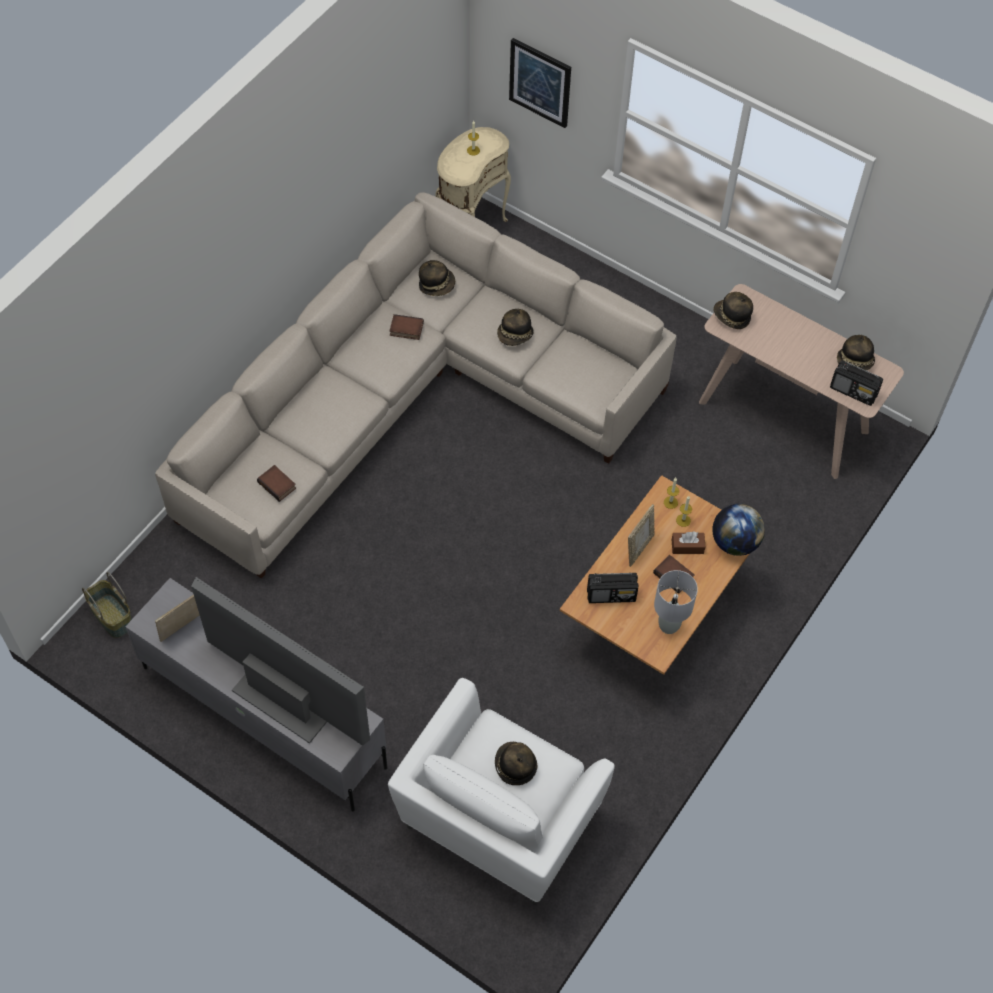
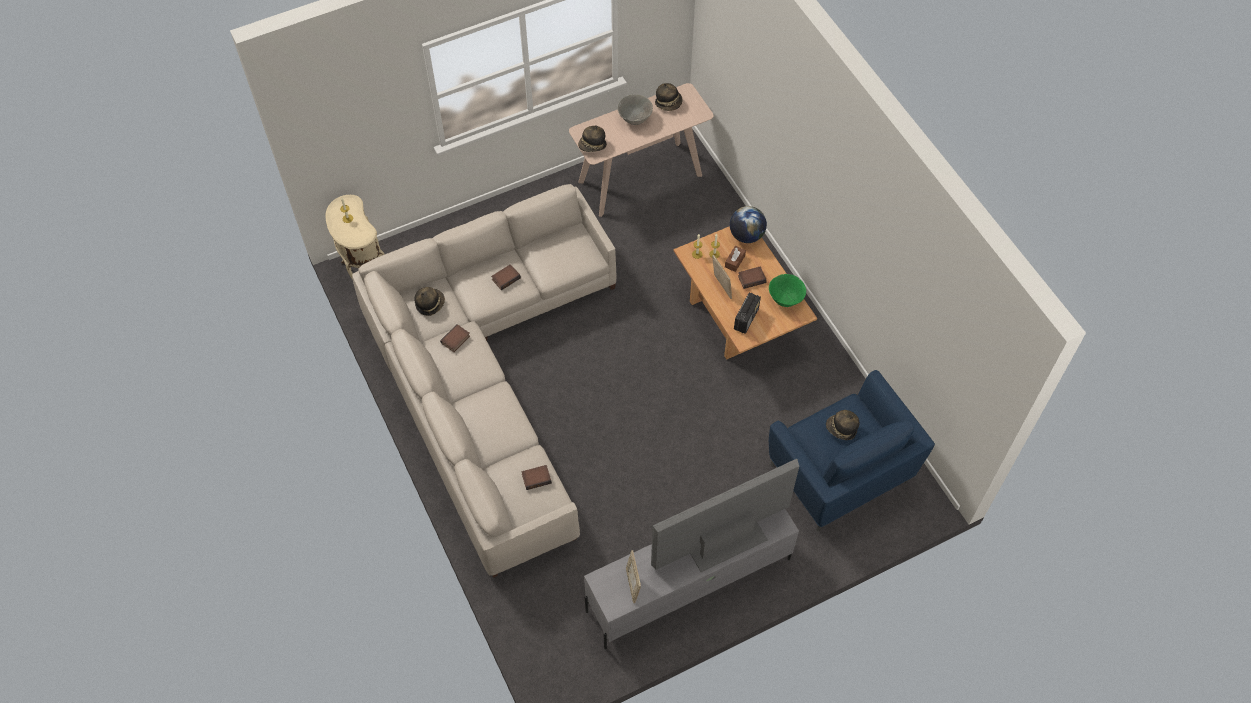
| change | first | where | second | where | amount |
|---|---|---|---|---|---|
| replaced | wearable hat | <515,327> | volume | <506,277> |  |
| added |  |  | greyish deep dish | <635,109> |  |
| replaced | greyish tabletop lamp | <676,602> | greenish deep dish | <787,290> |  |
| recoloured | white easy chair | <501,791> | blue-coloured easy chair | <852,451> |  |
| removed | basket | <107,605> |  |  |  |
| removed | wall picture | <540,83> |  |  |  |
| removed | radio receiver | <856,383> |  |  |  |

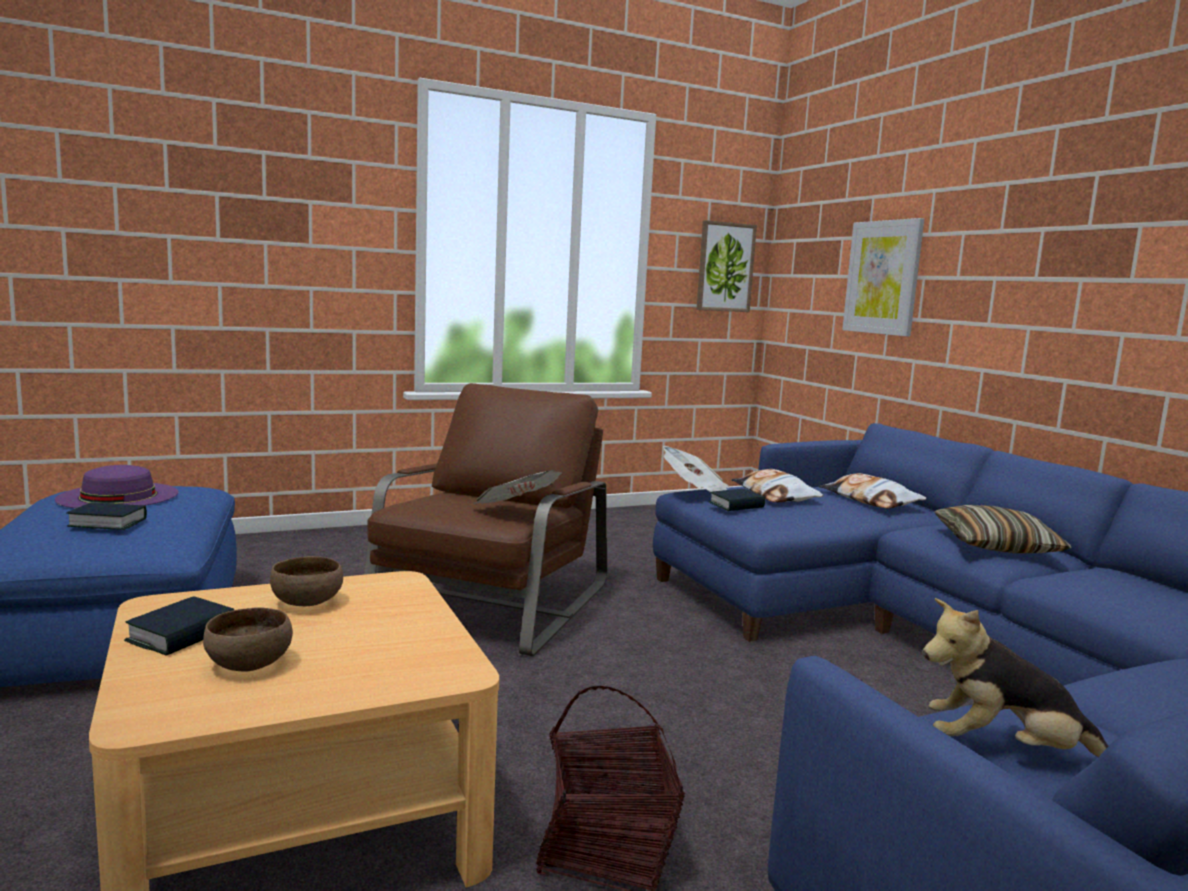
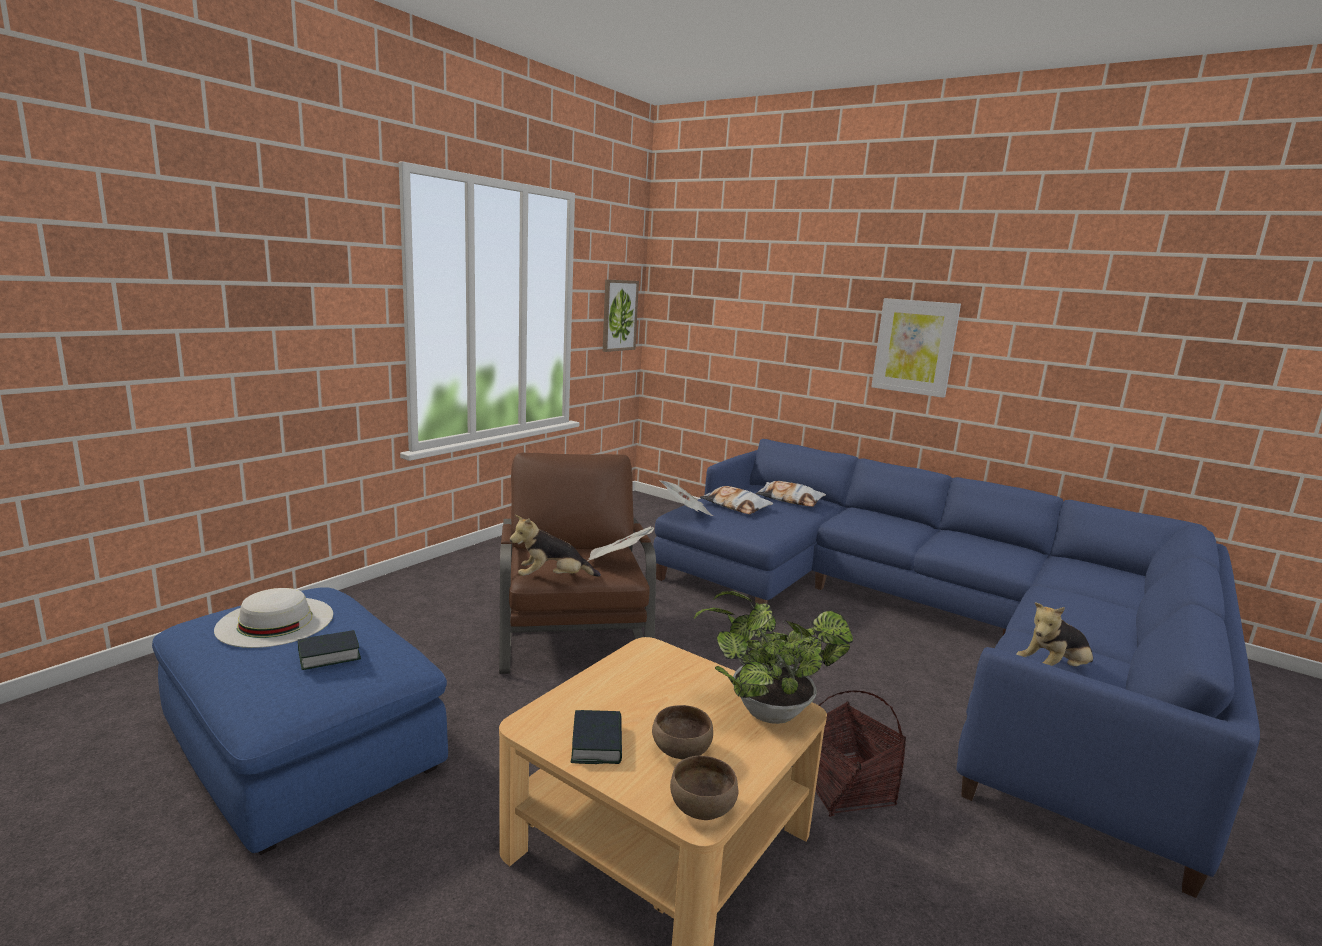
| change | first | where | second | where | amount |
|---|---|---|---|---|---|
| recoloured | purple-coloured wearable hat | <116,486> | white wearable hat | <273,618> |  |
| added |  |  | cuddly toy | <555,546> |  |
| moved | brown-coloured deep dish | <306,581> |  | <704,788> |  |
| added |  |  | houseplant | <773,657> |  |
| moved | wall picture | <883,277> |  | <916,348> |  |
| removed | volume | <737,500> |  |  |  |
| removed | pillow | <1002,529> |  |  |  |

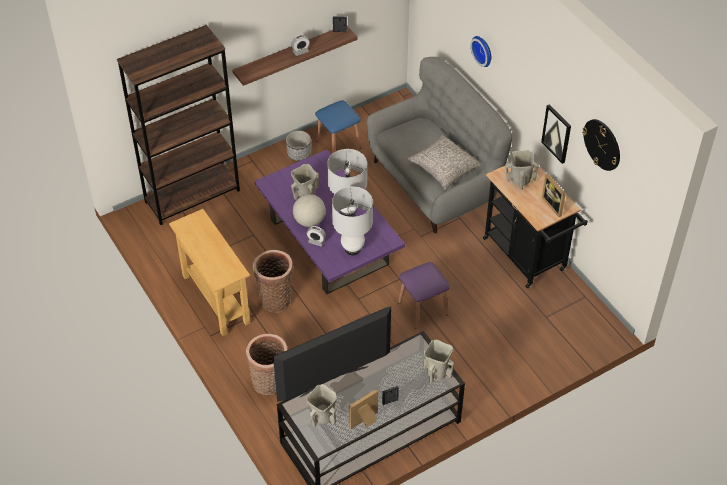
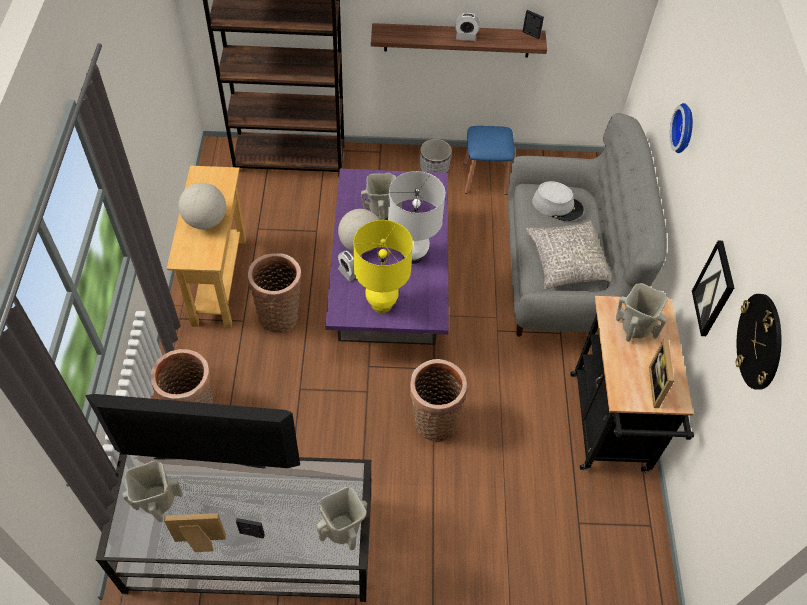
| change | first | where | second | where | amount |
|---|---|---|---|---|---|
| added |  |  | globe | <202,206> |  |
| recoloured | white tabletop lamp | <352,221> | yellowish tabletop lamp | <383,266> |  |
| replaced | purple-coloured sitting stool | <424,295> | basket | <438,400> |  |
| added |  |  | greyish wearable hat | <558,201> |  |

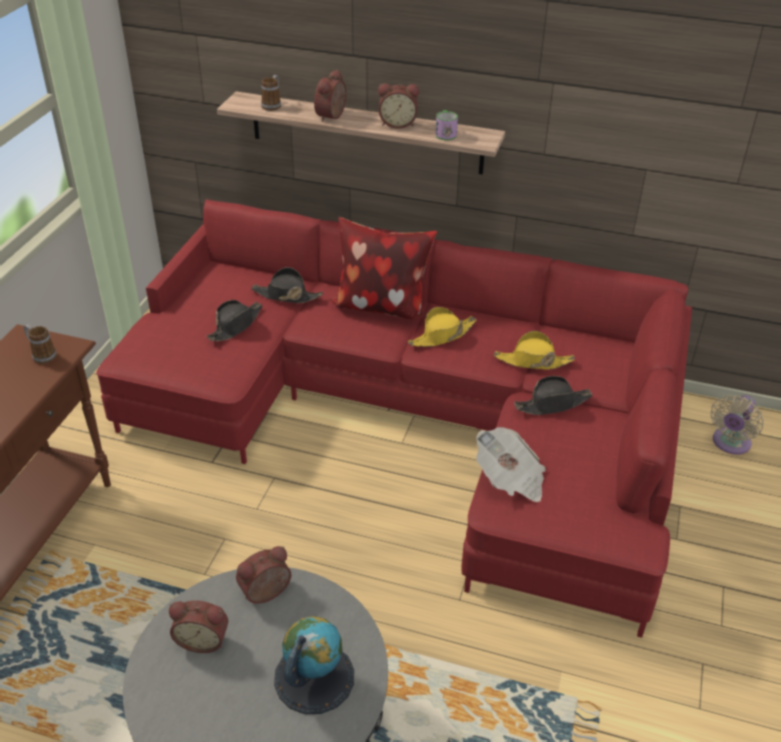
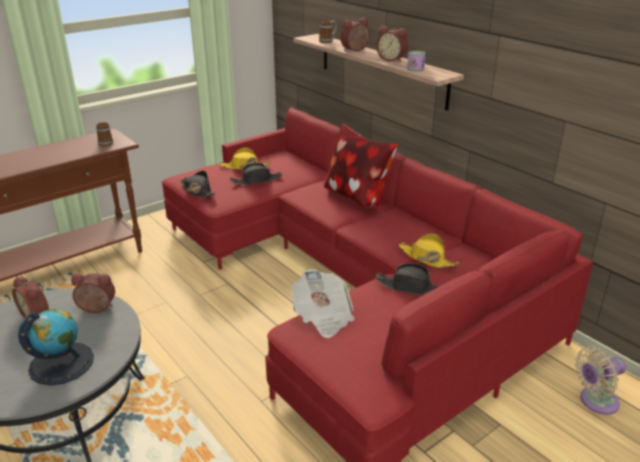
| change | first | where | second | where | amount |
|---|---|---|---|---|---|
| moved | black-coloured wearable hat | <287,285> |  | <198,184> |  |
| moved | yellowish wearable hat | <442,327> |  | <244,158> |  |

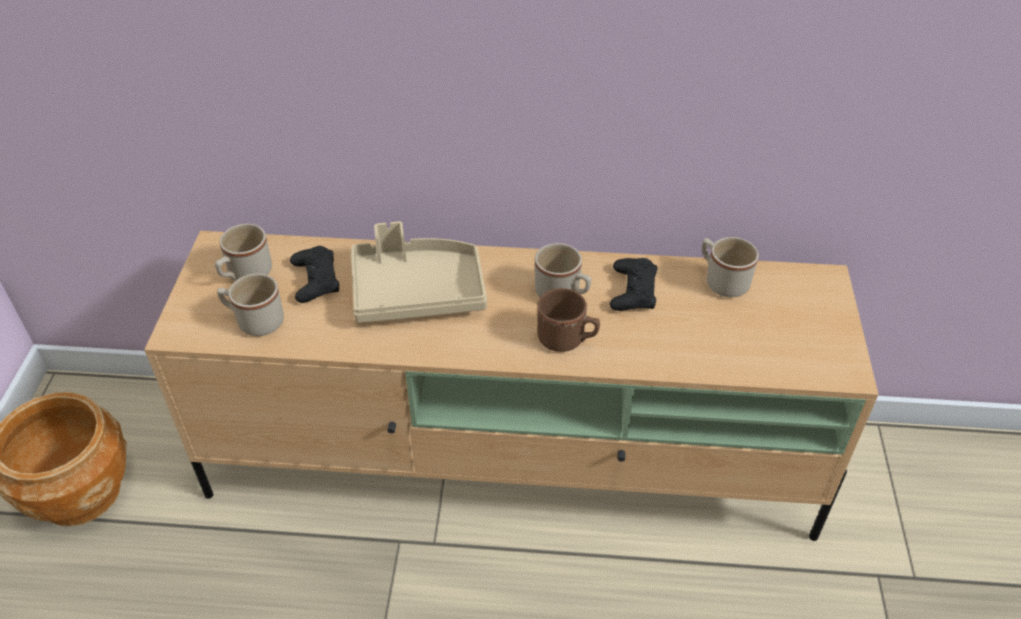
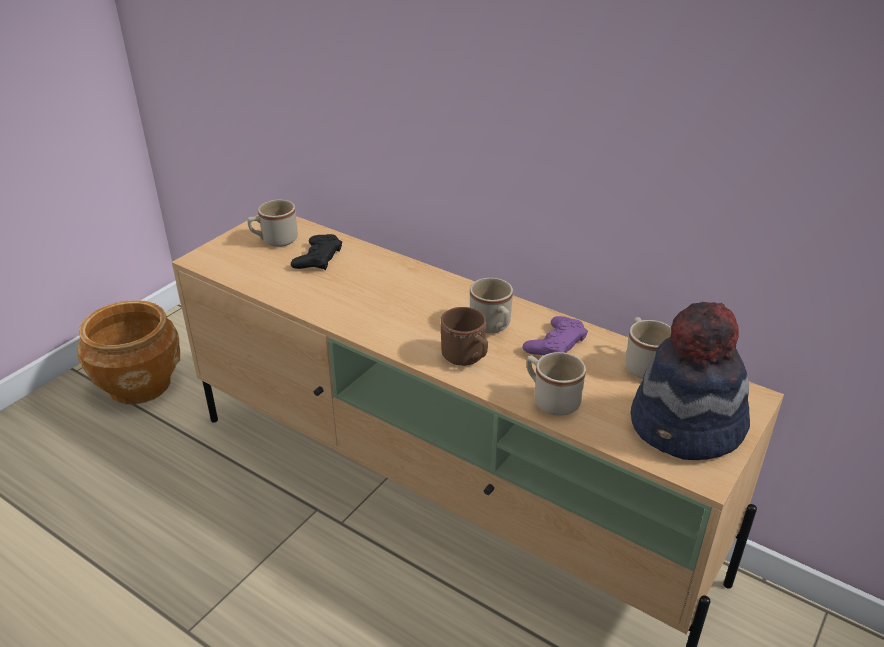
| change | first | where | second | where | amount |
|---|---|---|---|---|---|
| recoloured | black-coloured joypad | <633,284> | purple-coloured joypad | <555,335> |  |
| moved | beige mug | <250,305> |  | <556,384> |  |
| added |  |  | wearable hat | <690,381> |  |
| removed | beige tray | <419,272> |  |  |  |

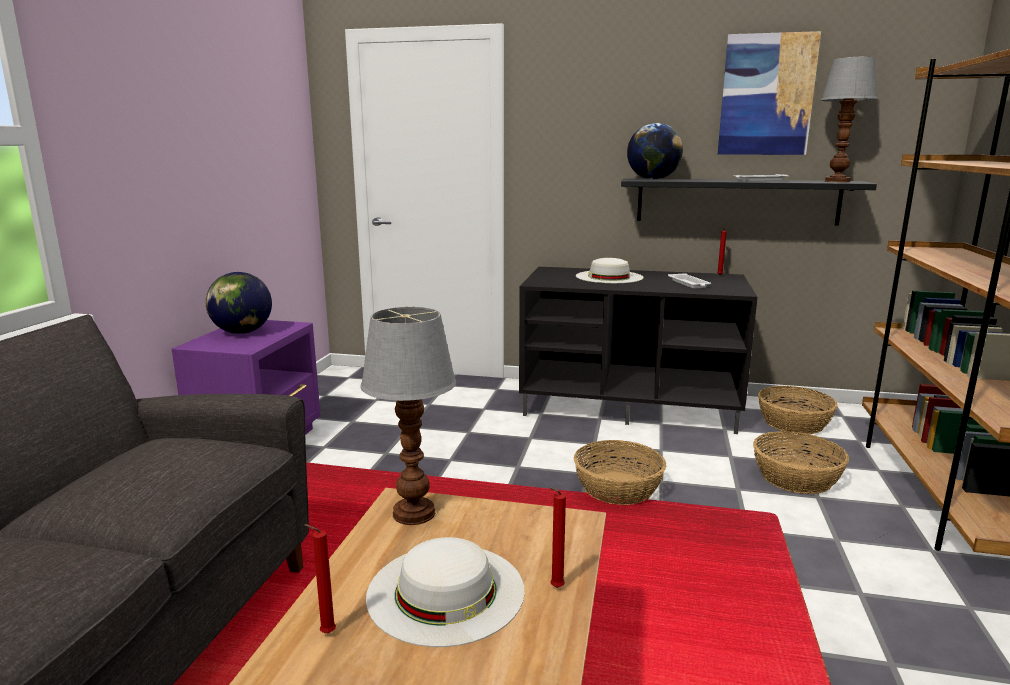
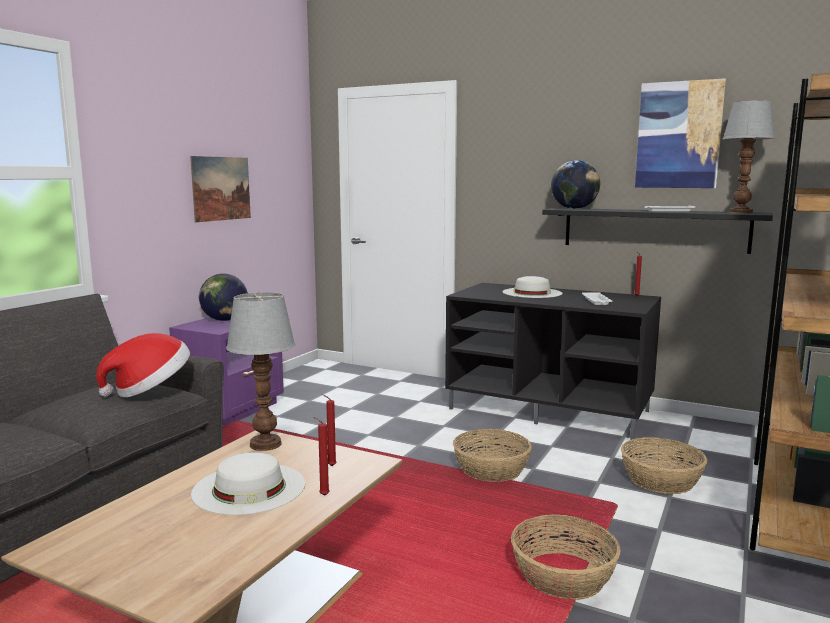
| change | first | where | second | where | amount |
|---|---|---|---|---|---|
| added |  |  | wearable hat | <143,365> |  |
| added |  |  | wall picture | <220,189> |  |
| moved | reddish wax light | <320,578> |  | <329,430> |  |
| moved | basket | <798,410> |  | <566,557> |  |

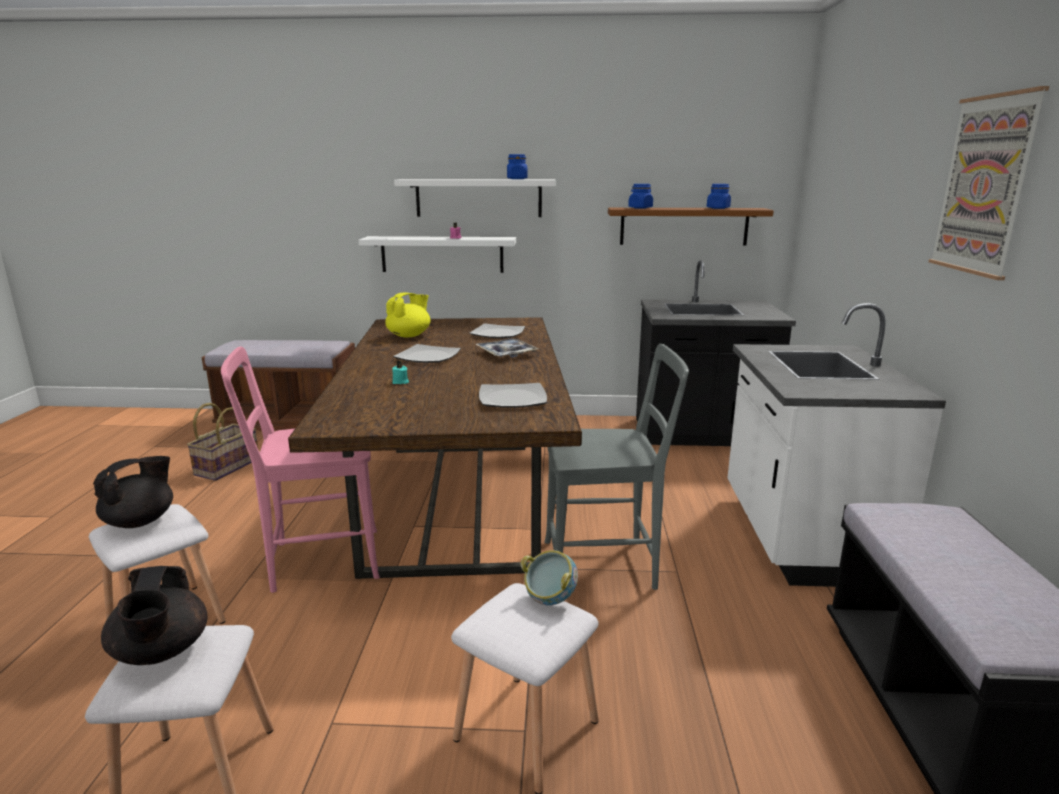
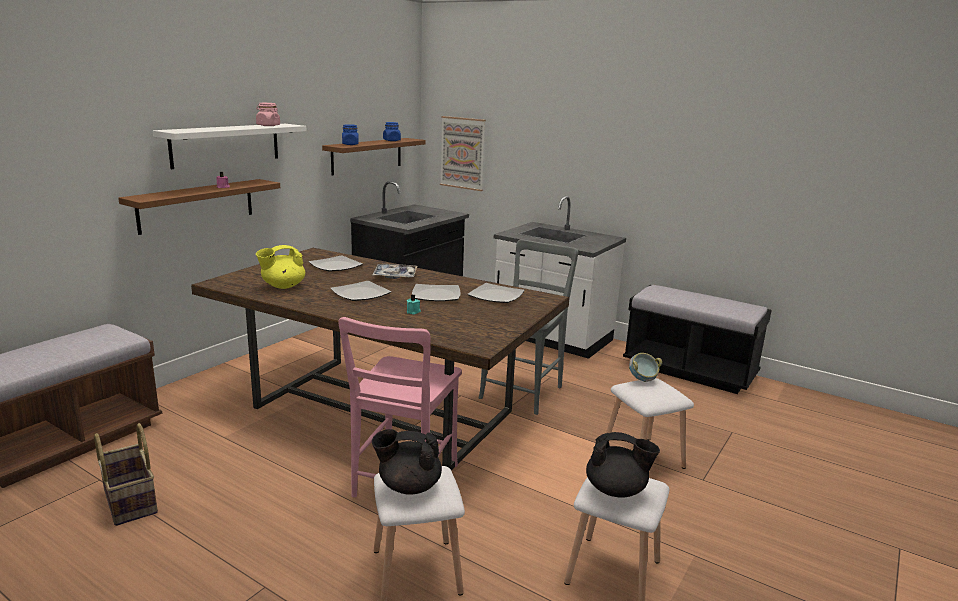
| change | first | where | second | where | amount |
|---|---|---|---|---|---|
| recoloured | white shelf | <437,254> | brown-coloured shelf | <199,207> |  |
| recoloured | blue-coloured jar | <517,166> | pinkish jar | <268,114> |  |
| turned | yellowish tea pot | <407,315> |  | <280,267> | 105 degrees counterclockwise |
| turned | black-coloured tea pot | <133,492> |  | <407,462> | 60 degrees counterclockwise |
| added |  |  | plate | <436,292> |  |
| moved | wall picture | <989,183> |  | <463,153> |  |

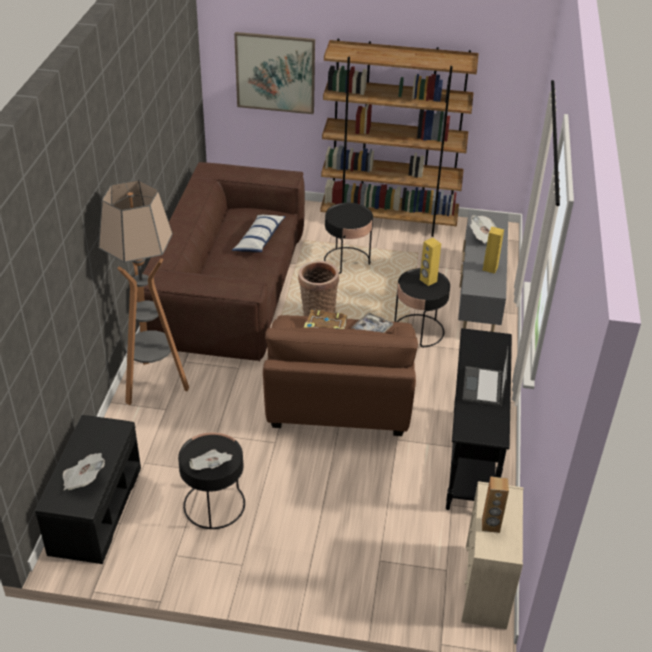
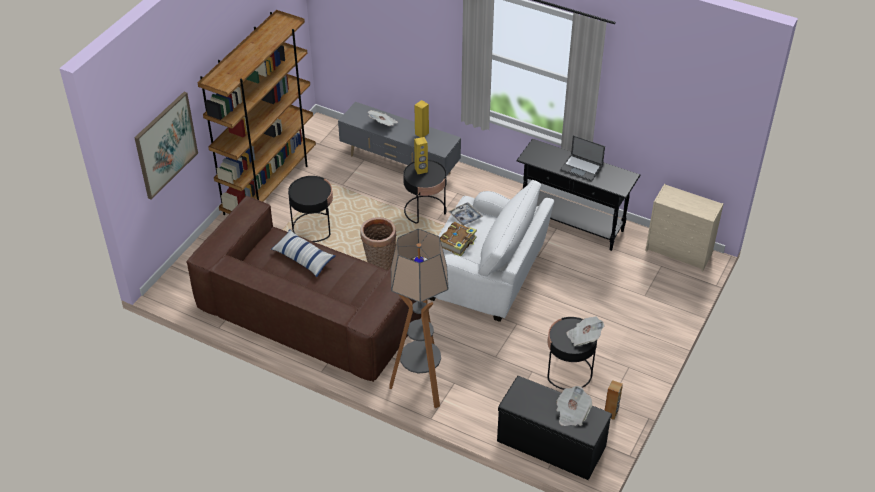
| change | first | where | second | where | amount |
|---|---|---|---|---|---|
| recoloured | brown-coloured easy chair | <340,375> | white easy chair | <489,251> |  |
| moved | brown-coloured speaker | <495,504> |  | <614,400> |  |

